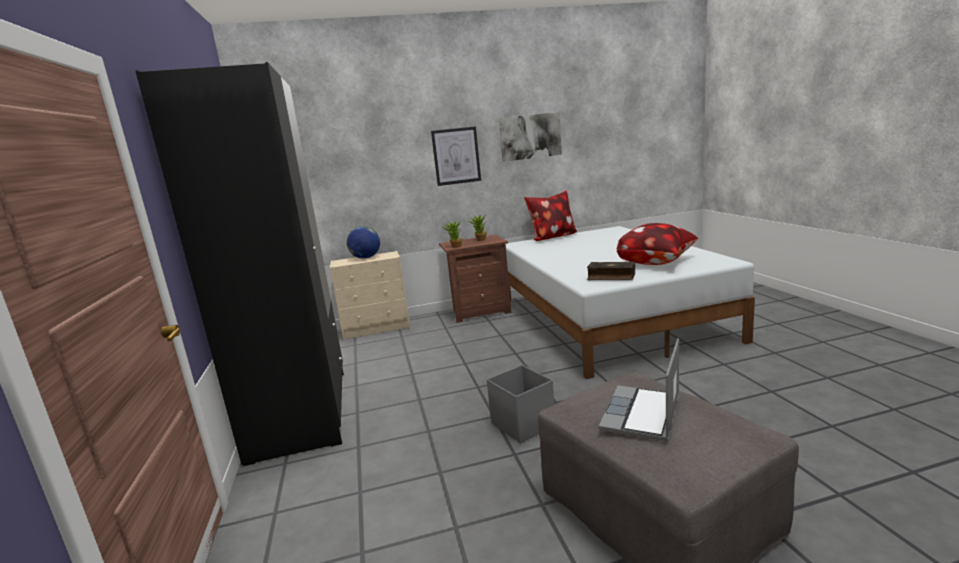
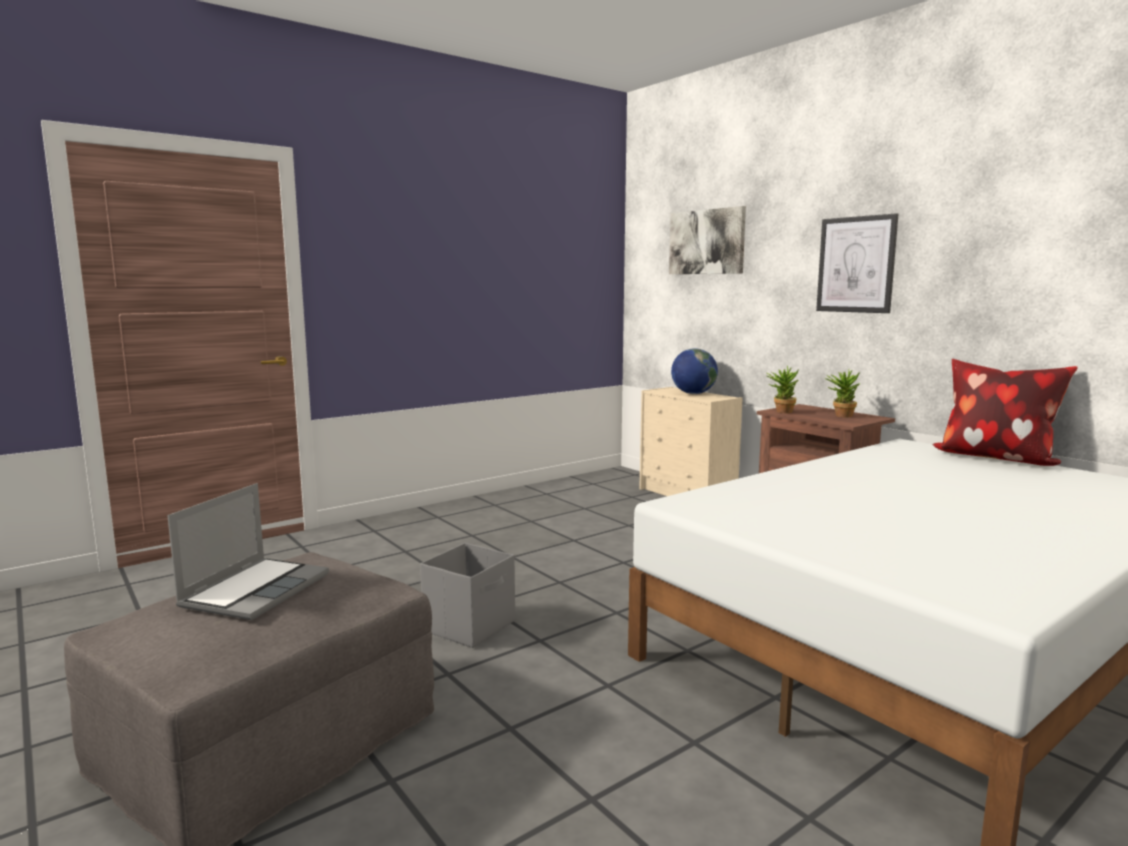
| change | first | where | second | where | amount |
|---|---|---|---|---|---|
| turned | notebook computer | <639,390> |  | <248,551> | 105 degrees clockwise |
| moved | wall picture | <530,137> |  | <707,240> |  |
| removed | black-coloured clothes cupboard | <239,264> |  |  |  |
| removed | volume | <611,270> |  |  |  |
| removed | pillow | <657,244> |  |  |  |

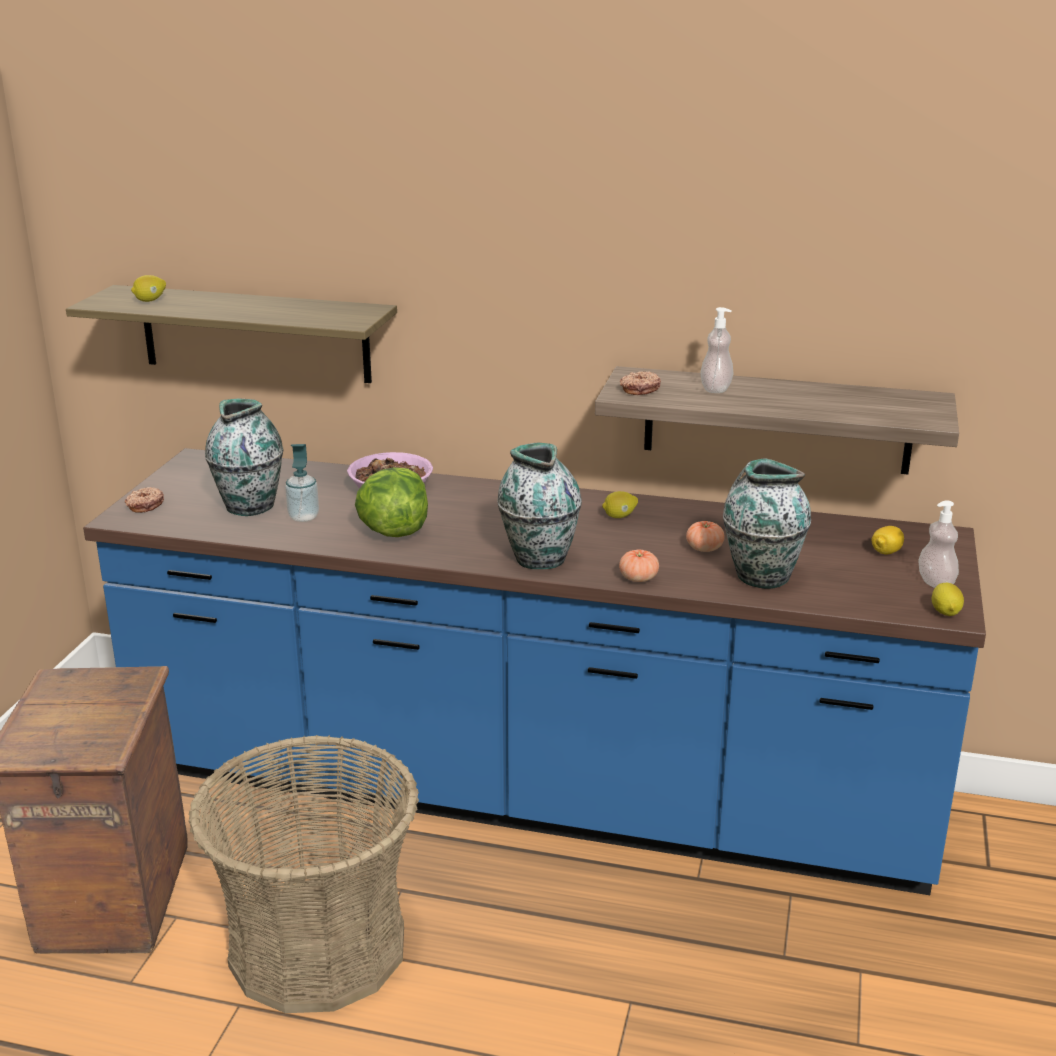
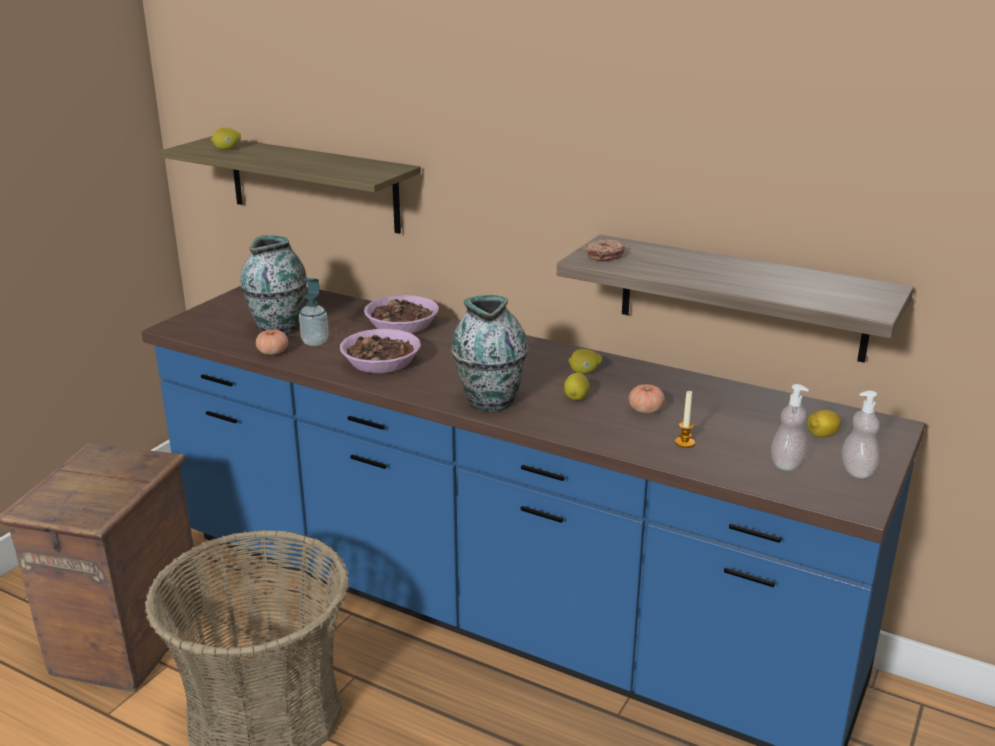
| change | first | where | second | where | amount |
|---|---|---|---|---|---|
| moved | tomato | <639,566> |  | <272,342> |  |
| replaced | lettuce head | <391,502> | deep dish | <380,351> |  |
| moved | whole lemon | <948,599> |  | <577,386> |  |
| replaced | flower vase | <767,524> | wax light | <685,419> |  |
| moved | soap bottle | <716,350> |  | <790,427> |  |
| removed | doughnut | <144,500> |  |  |  |

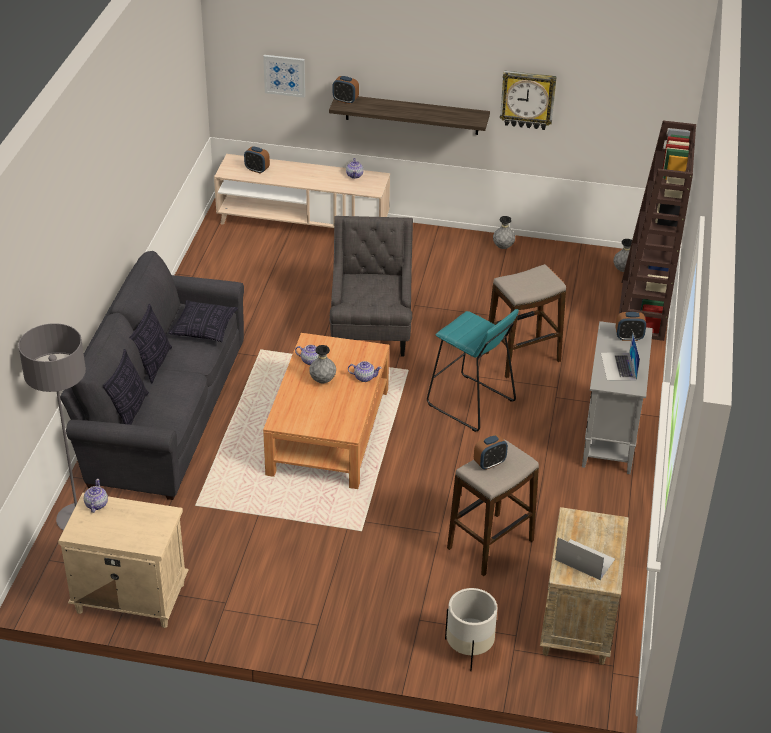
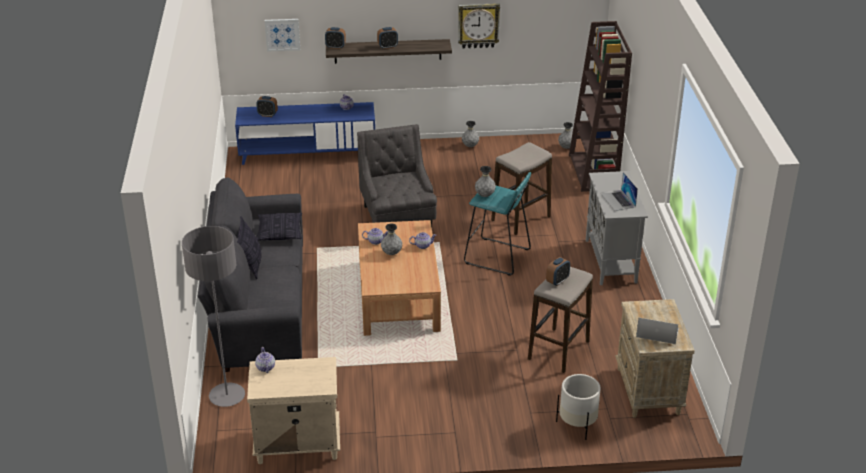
| change | first | where | second | where | amount |
|---|---|---|---|---|---|
| recoloured | beige media console | <302,191> | blue-coloured media console | <305,133> |  |
| moved | bedside clock | <631,326> |  | <387,38> |  |
| added |  |  | greyish flower vase | <485,181> |  |
| removed | pillow | <126,387> |  |  |  |

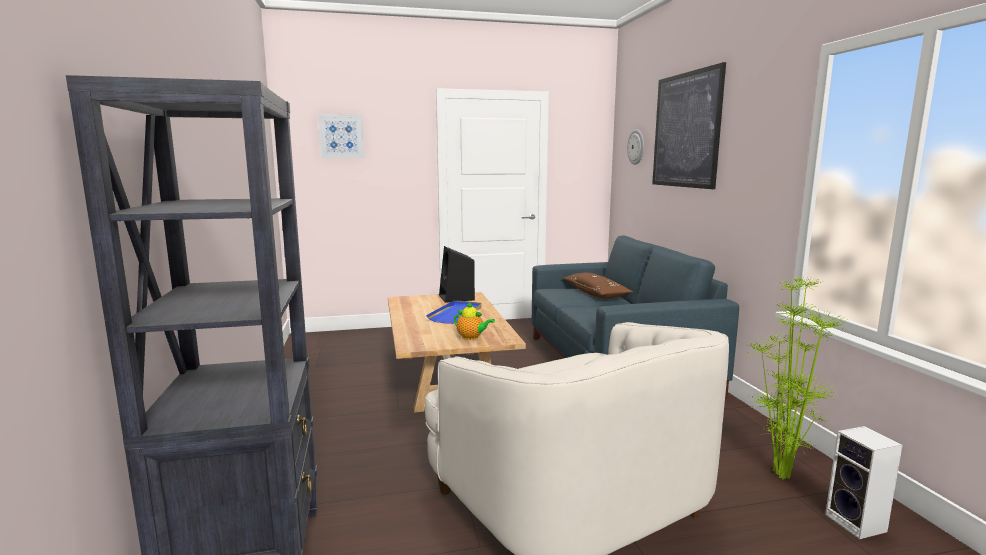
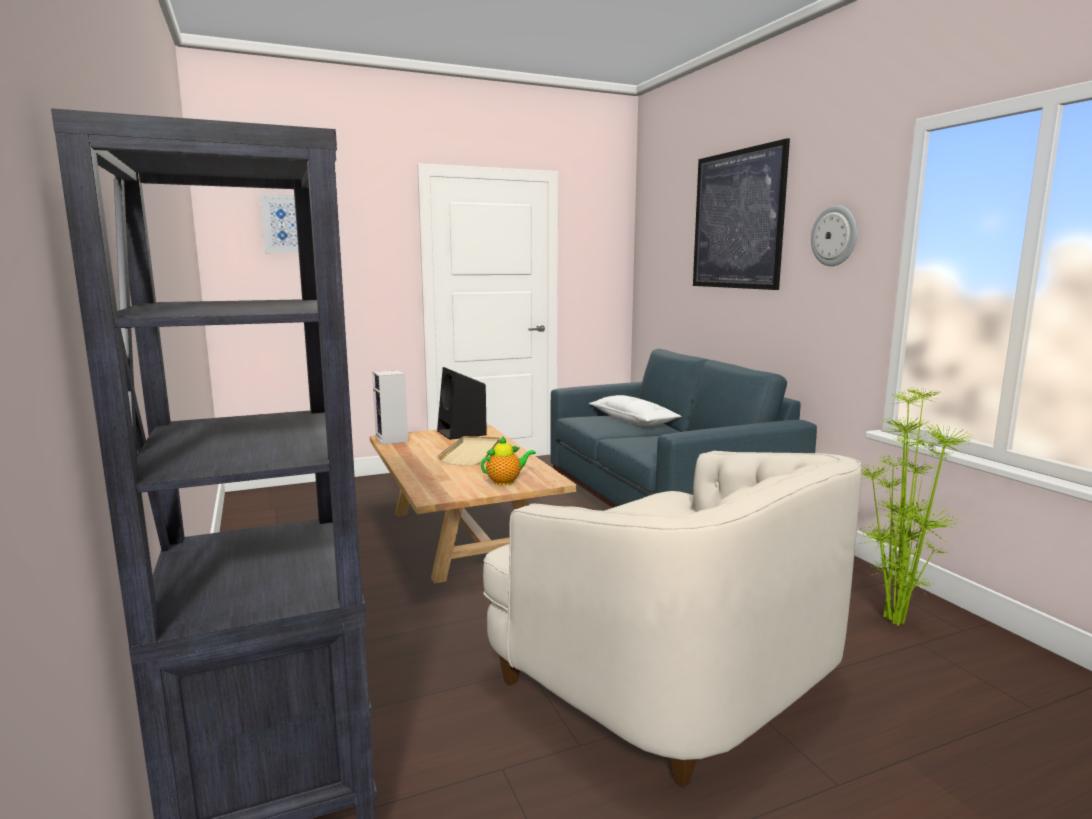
| change | first | where | second | where | amount |
|---|---|---|---|---|---|
| moved | speaker | <864,482> |  | <390,407> |  |
| recoloured | blue-coloured tray | <454,312> | beige tray | <468,451> |  |
| turned | tea pot | <474,321> |  | <508,460> | 45 degrees counterclockwise |
| recoloured | brown-coloured pillow | <597,285> | white pillow | <635,410> |  |
| moved | hanging clock | <635,147> |  | <834,235> |  |

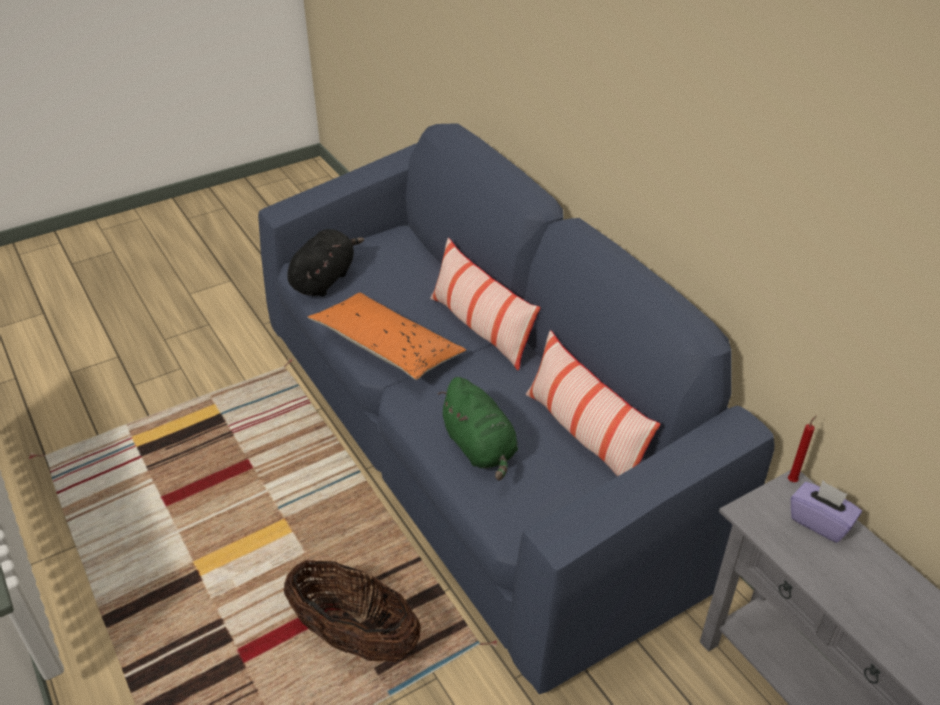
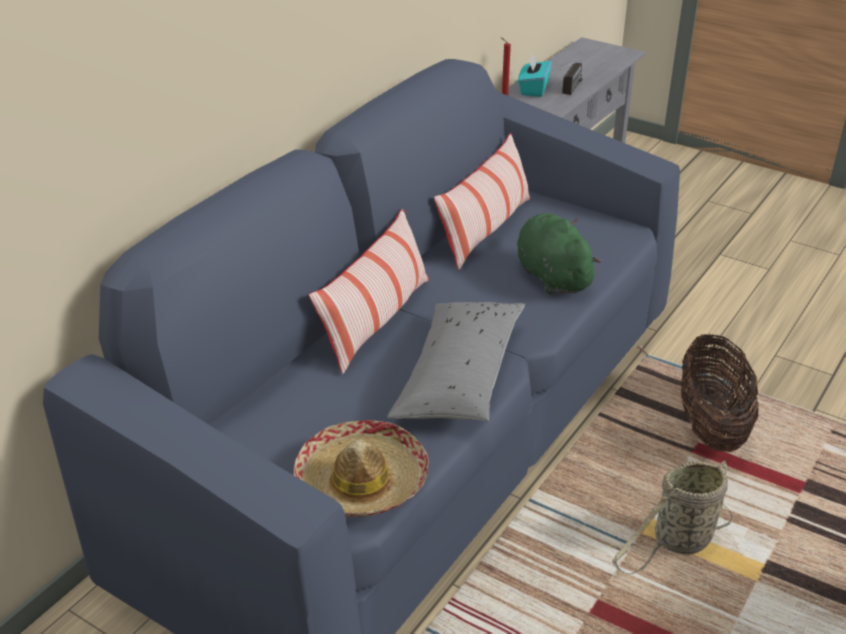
| change | first | where | second | where | amount |
|---|---|---|---|---|---|
| replaced | black-coloured cuddly toy | <325,262> | wearable hat | <361,468> |  |
| recoloured | orangey pillow | <387,336> | greyish pillow | <456,361> |  |
| turned | greenish cuddly toy | <478,428> |  | <559,253> | 60 degrees counterclockwise |
| recoloured | purple-coloured tissue holder | <826,511> | turquoise-coloured tissue holder | <535,75> |  |
| added |  |  | radio receiver | <571,78> |  |
| added |  |  | basket | <672,517> |  |

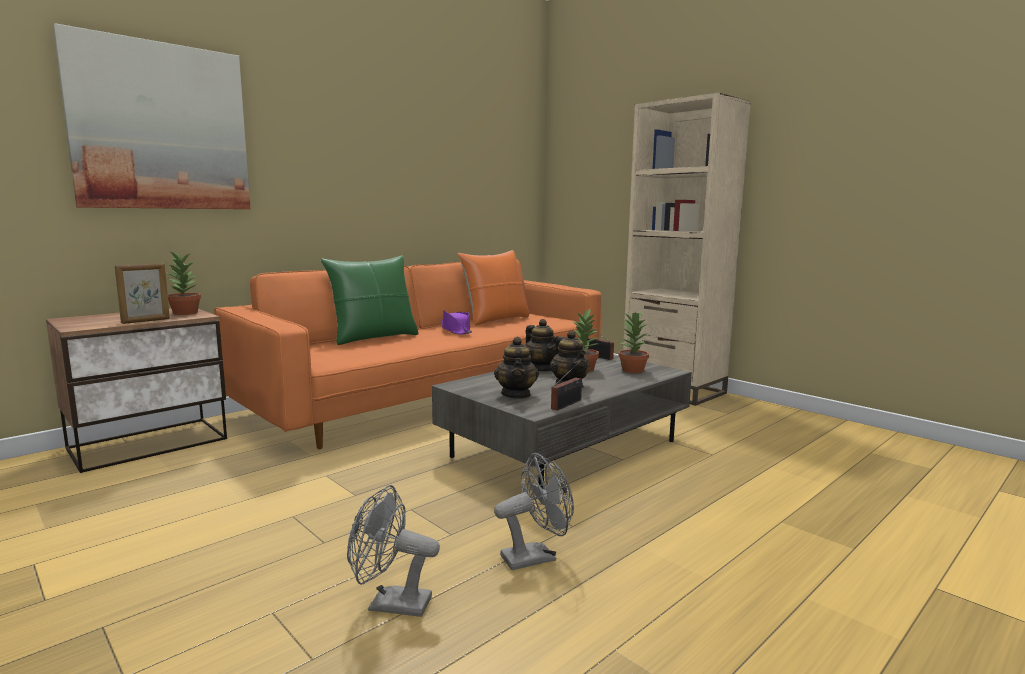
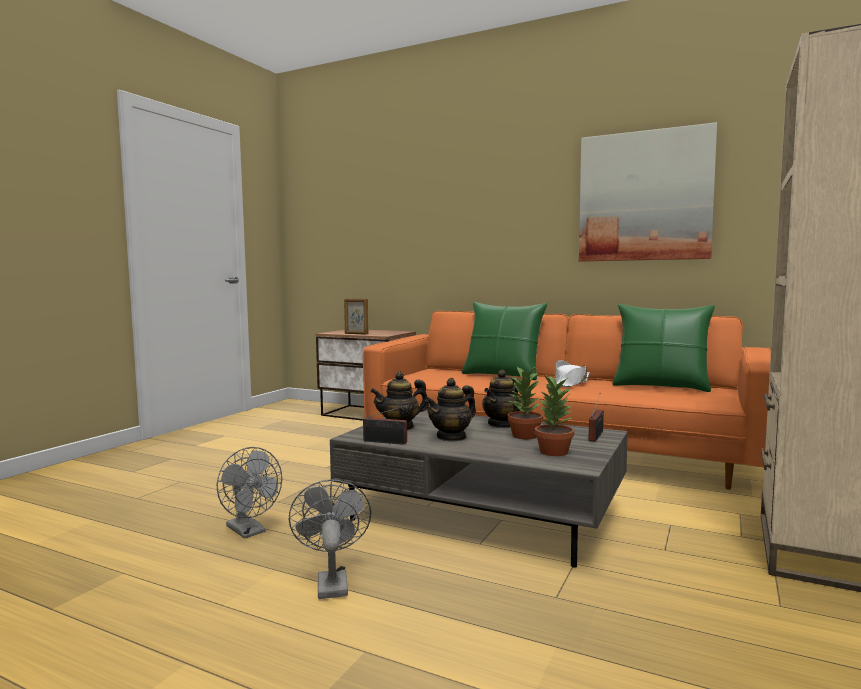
| change | first | where | second | where | amount |
|---|---|---|---|---|---|
| moved | greyish cooling fan | <393,551> |  | <329,539> |  |
| recoloured | purple-coloured wearable hat | <456,322> | white wearable hat | <572,373> |  |
| moved | wall picture | <151,116> |  | <648,192> |  |
| recoloured | orangey pillow | <493,287> | greenish pillow | <663,348> |  |
| removed | houseplant | <184,283> |  |  |  |

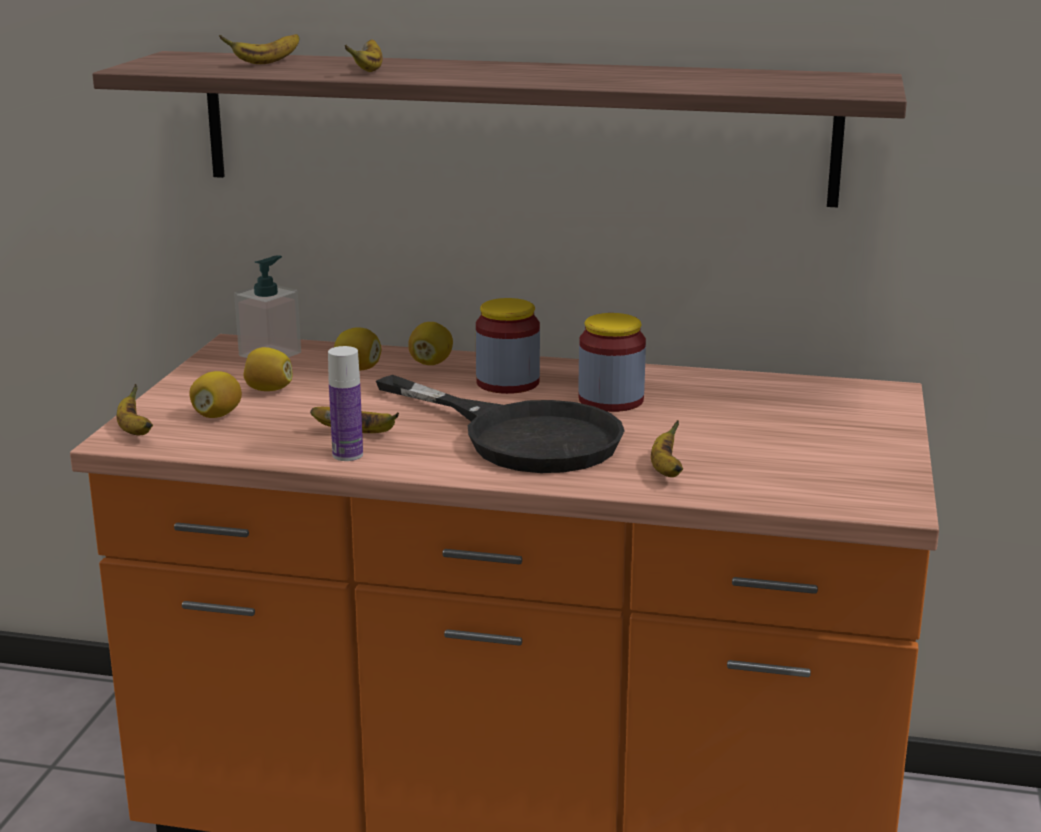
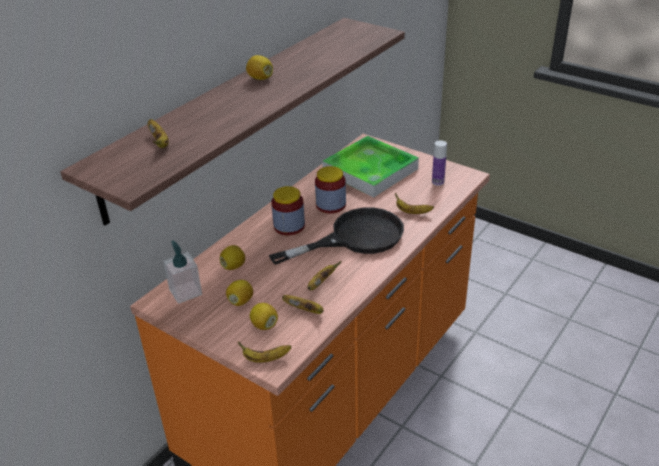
| change | first | where | second | where | amount |
|---|---|---|---|---|---|
| moved | whole lemon | <430,343> |  | <259,67> |  |
| moved | banana fruit | <364,55> |  | <303,304> |  |
| added |  |  | tray | <370,166> |  |
| moved | bottle | <345,403> |  | <439,163> |  |

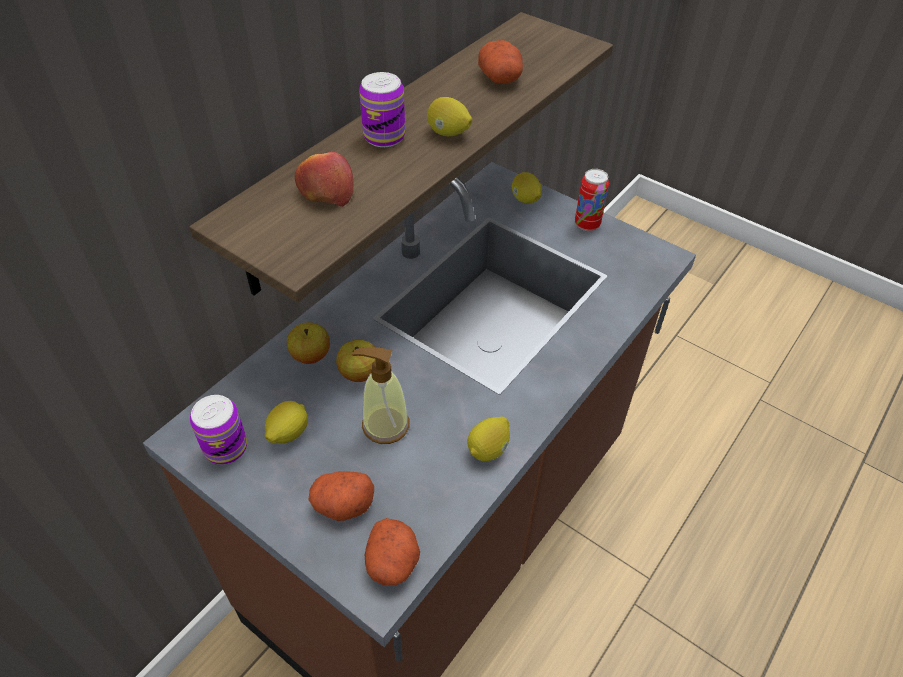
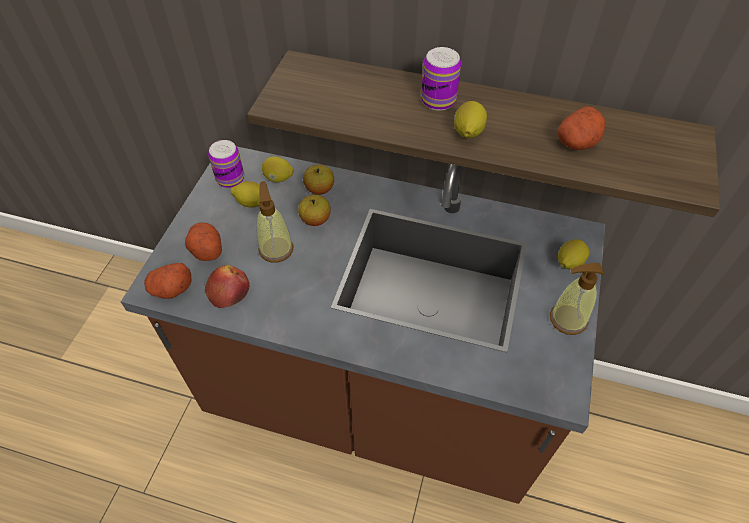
| change | first | where | second | where | amount |
|---|---|---|---|---|---|
| moved | apple | <324,179> |  | <227,286> |  |
| moved | whole lemon | <489,439> |  | <278,169> |  |
| replaced | sealed can | <592,200> | soap bottle | <577,299> |  |

